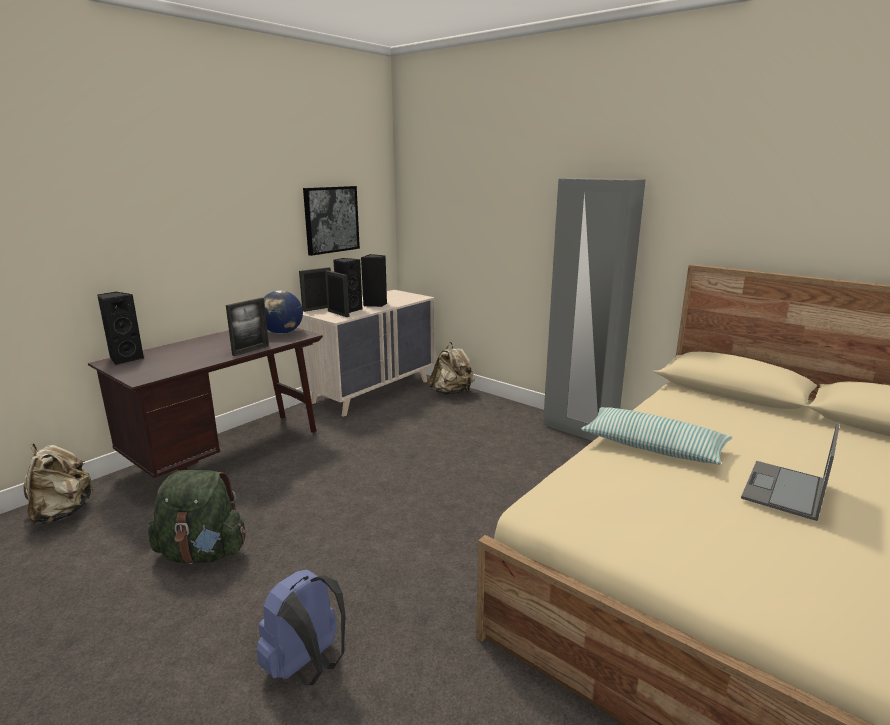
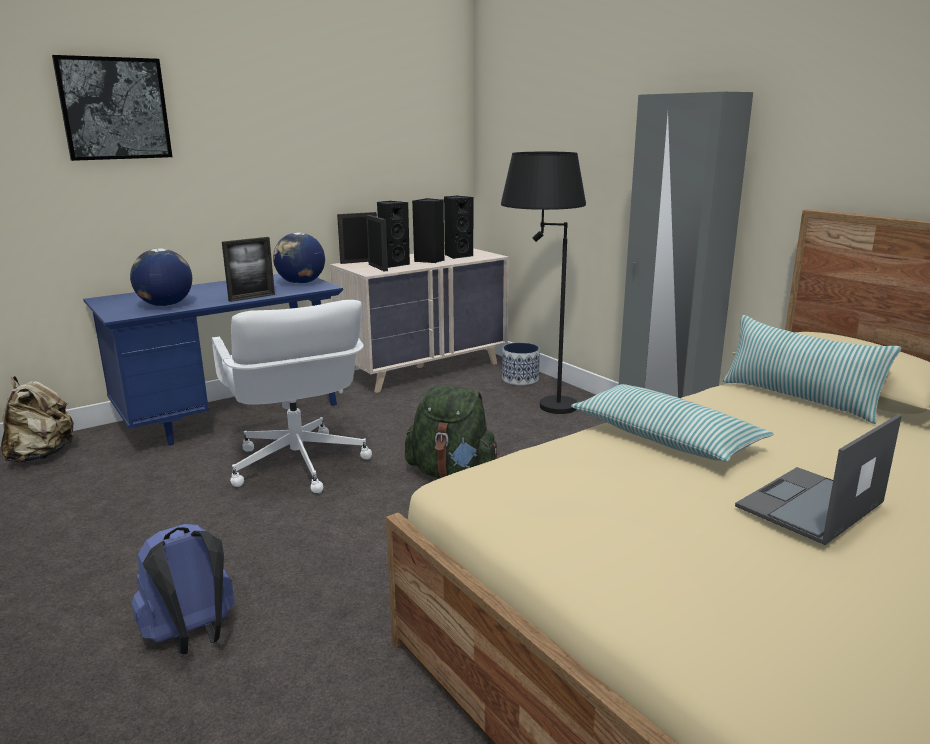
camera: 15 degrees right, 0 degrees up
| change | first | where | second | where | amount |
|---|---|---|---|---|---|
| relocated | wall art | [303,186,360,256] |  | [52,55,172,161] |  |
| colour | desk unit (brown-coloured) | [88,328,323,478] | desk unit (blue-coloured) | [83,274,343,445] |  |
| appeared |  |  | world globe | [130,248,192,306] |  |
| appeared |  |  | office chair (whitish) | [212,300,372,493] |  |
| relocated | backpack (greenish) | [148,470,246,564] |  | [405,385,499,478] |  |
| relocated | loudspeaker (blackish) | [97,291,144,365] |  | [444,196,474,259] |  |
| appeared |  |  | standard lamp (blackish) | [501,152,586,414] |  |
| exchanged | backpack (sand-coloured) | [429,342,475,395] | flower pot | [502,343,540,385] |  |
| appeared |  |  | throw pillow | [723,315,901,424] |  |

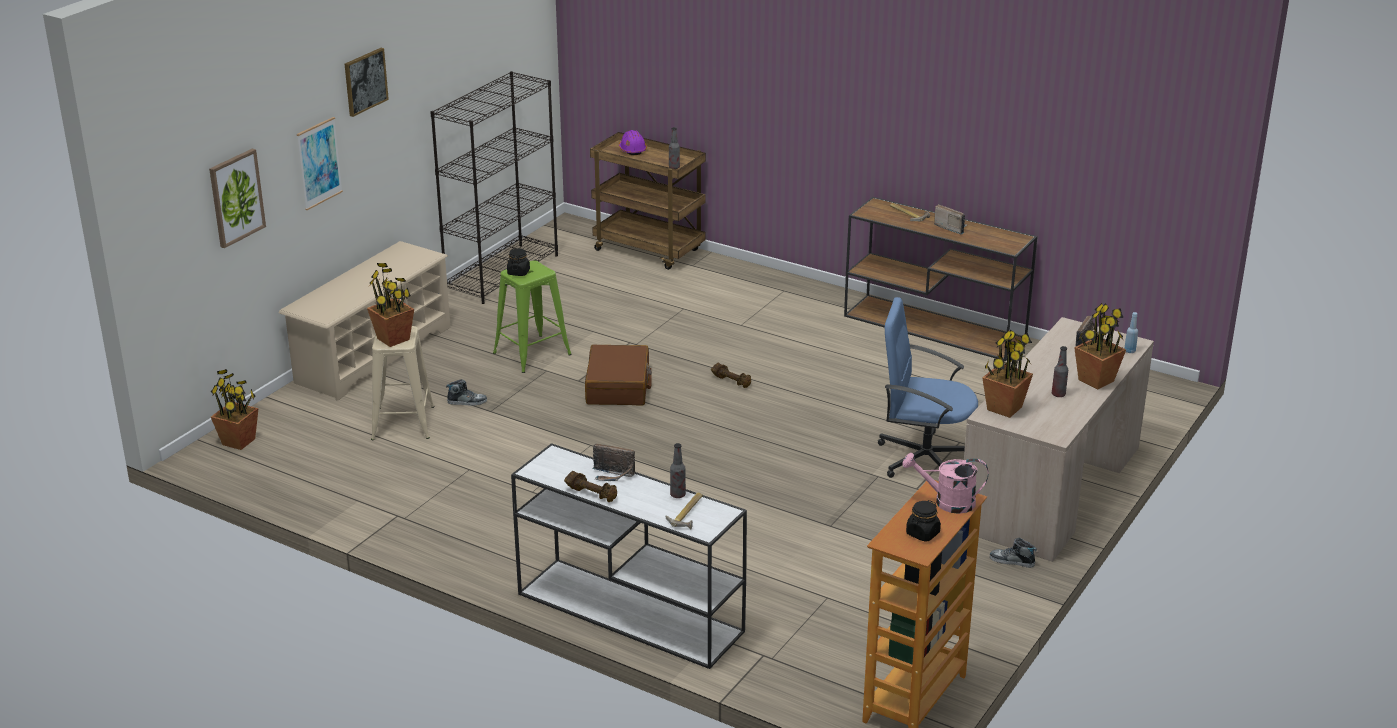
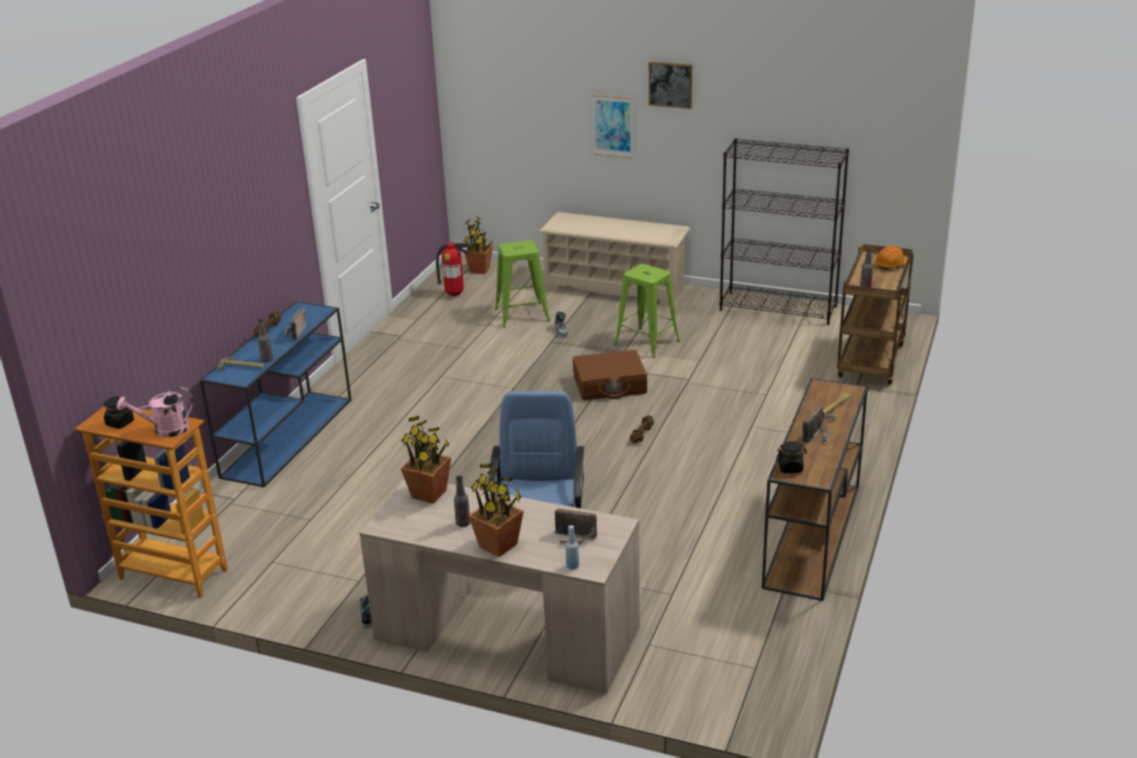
camera: 80 degrees right, 0 degrees up
| change | first | where | second | where | amount |
|---|---|---|---|---|---|
| spun | watering pot (pink-coloured) | [902,453,988,514] |  | [117,387,193,437] | 105 degrees counterclockwise |
| colour | narrow table (whitish) | [511,443,747,669] | narrow table (blue-coloured) | [200,301,351,487] |  |
| appeared |  |  | fire extinguisher | [436,243,471,296] |  |
| colour | stool seat (sand-coloured) | [371,326,435,440] | stool seat (greenish) | [495,240,550,328] |  |
| relocated | preserve jar (blackish) | [507,248,530,276] |  | [776,441,807,473] |  |
| colour | safety helmet (purplish) | [619,130,647,155] | safety helmet (orange-coloured) | [874,246,908,269] |  |
| missing | wall art | [209,149,266,248] |  |  |  |
| missing | plant in a pot | [367,263,414,347] |  |  |  |

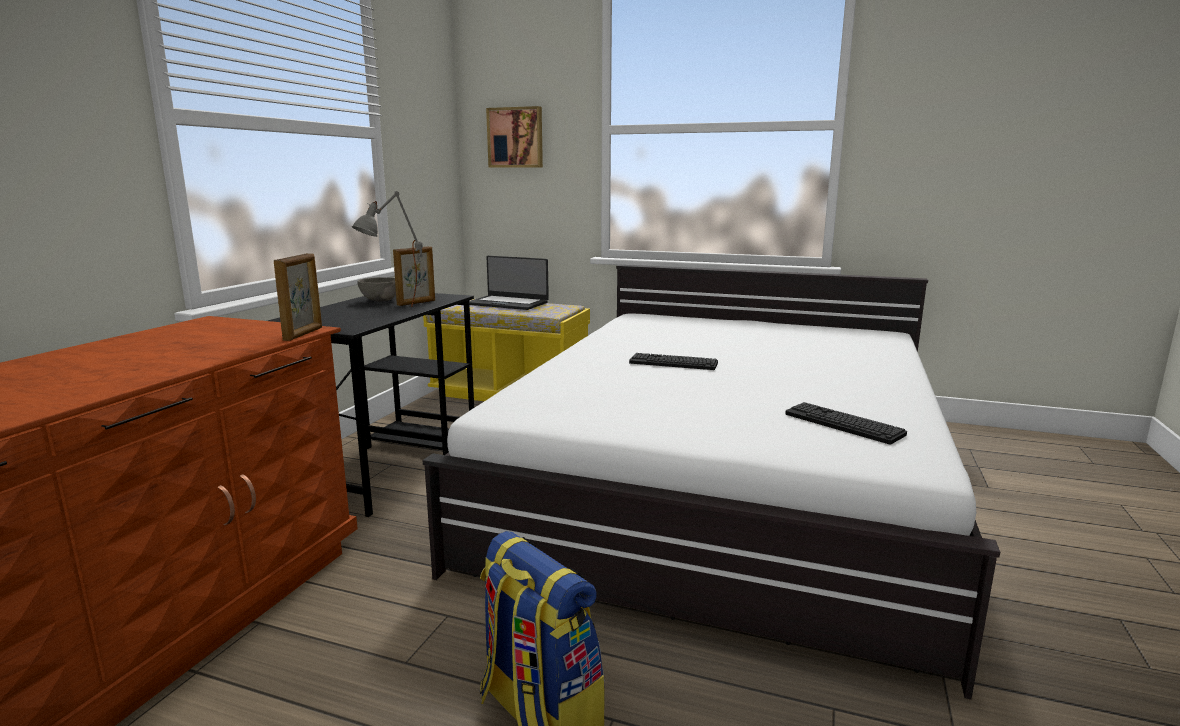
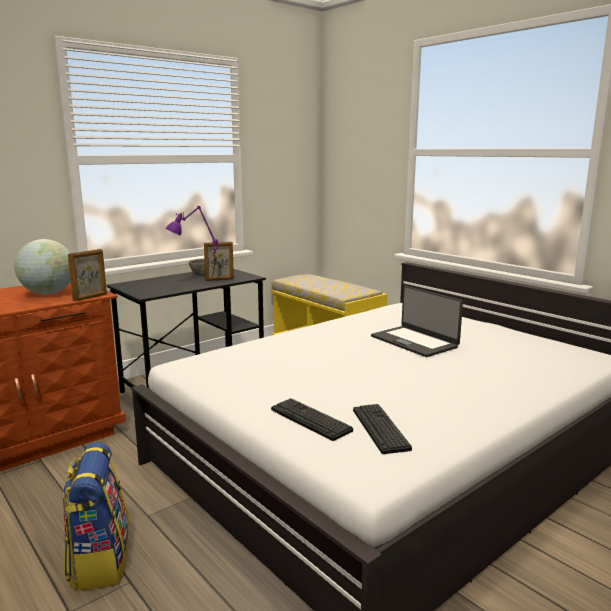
camera: 30 degrees right, 0 degrees up
| change | first | where | second | where | amount |
|---|---|---|---|---|---|
| appeared |  |  | world globe | [14,239,71,294] |  |
| colour | lamp for a table (gray) | [352,191,423,307] | lamp for a table (purplish) | [165,206,218,282] |  |
| relocated | keyboard | [629,353,718,370] |  | [271,398,353,441] |  |
| relocated | notebook computer | [469,256,549,310] |  | [371,286,463,357] |  |
| missing | wall art | [486,106,543,168] |  |  |  |

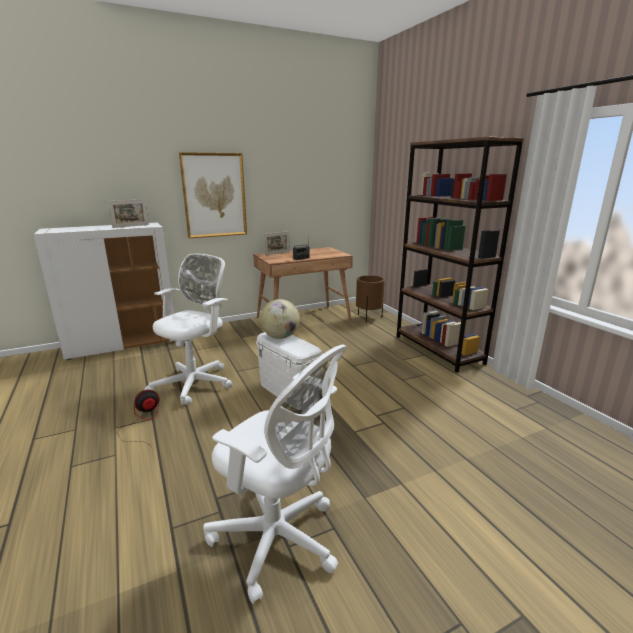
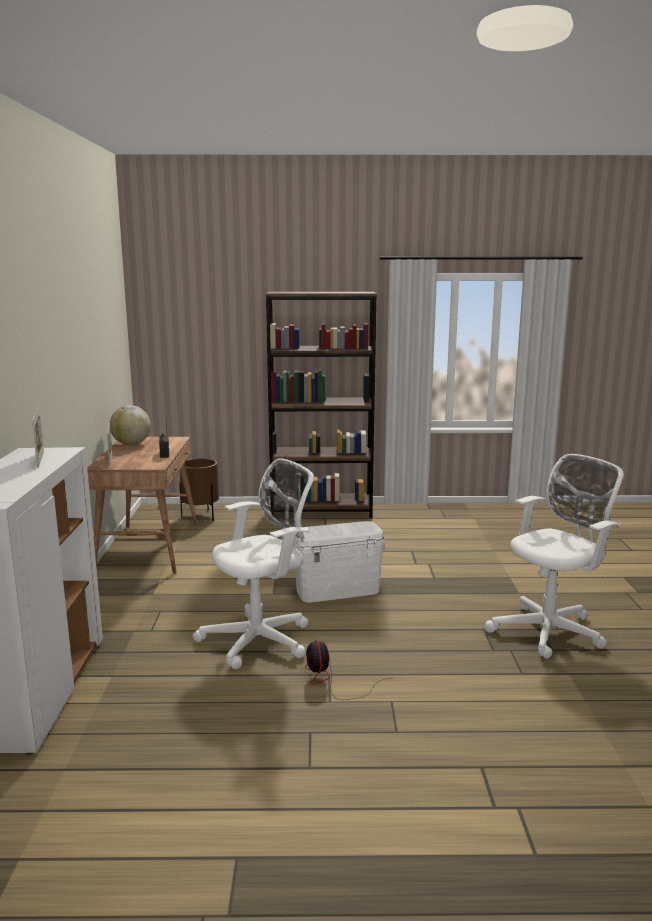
camera: 65 degrees left, 5 degrees down
| change | first | where | second | where | amount |
|---|---|---|---|---|---|
| relocated | world globe | [260,299,300,339] |  | [110,405,151,445] |  |
| spun | office chair (whitish) | [144,253,233,405] |  | [193,458,314,669] | 90 degrees clockwise |
| missing | wall art | [179,152,247,238] |  |  |  |

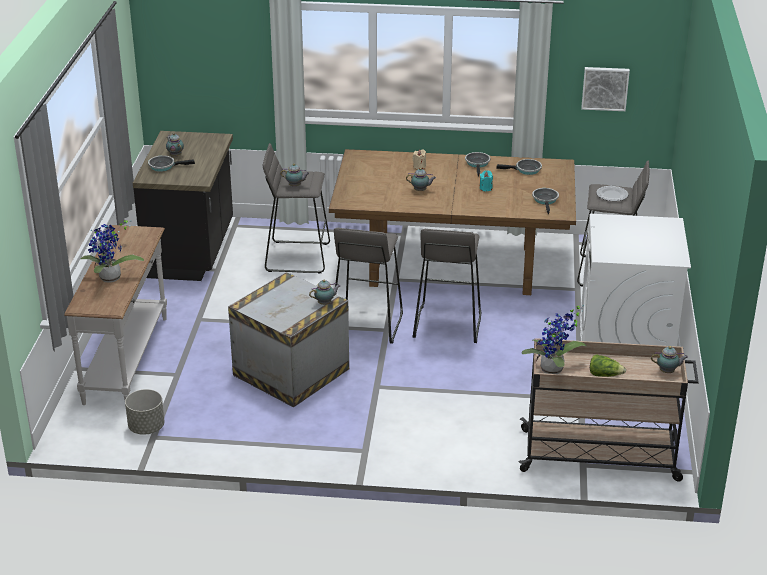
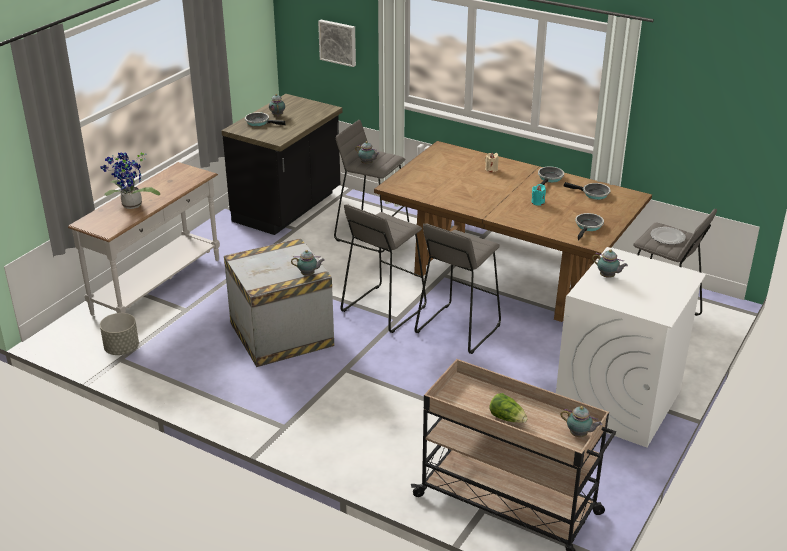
camera: 25 degrees right, 0 degrees up
| change | first | where | second | where | amount |
|---|---|---|---|---|---|
| relocated | wall art | [581,67,630,111] |  | [318,20,356,67] |  |
| relocated | teapot | [406,168,436,191] |  | [592,249,628,278] |  |
| missing | plant in a pot | [521,305,587,374] |  |  |  |

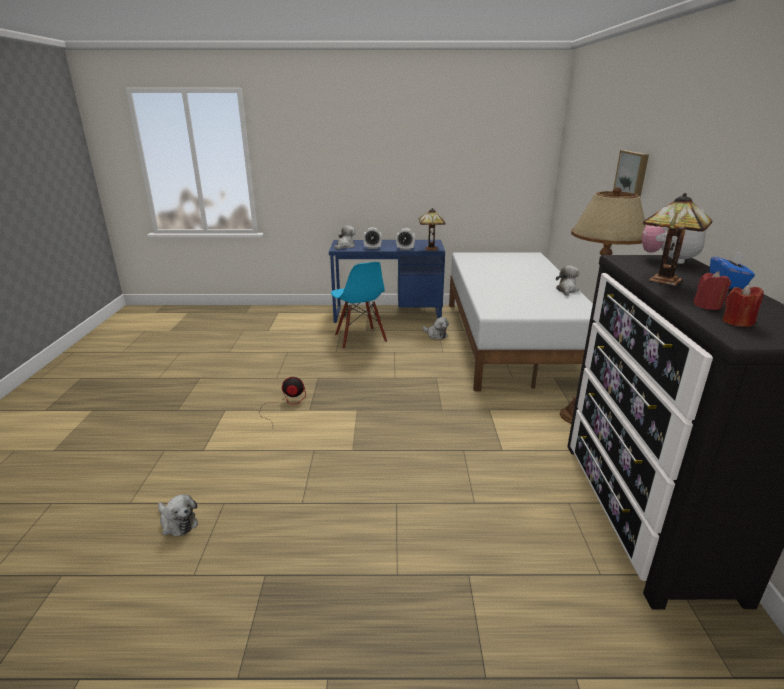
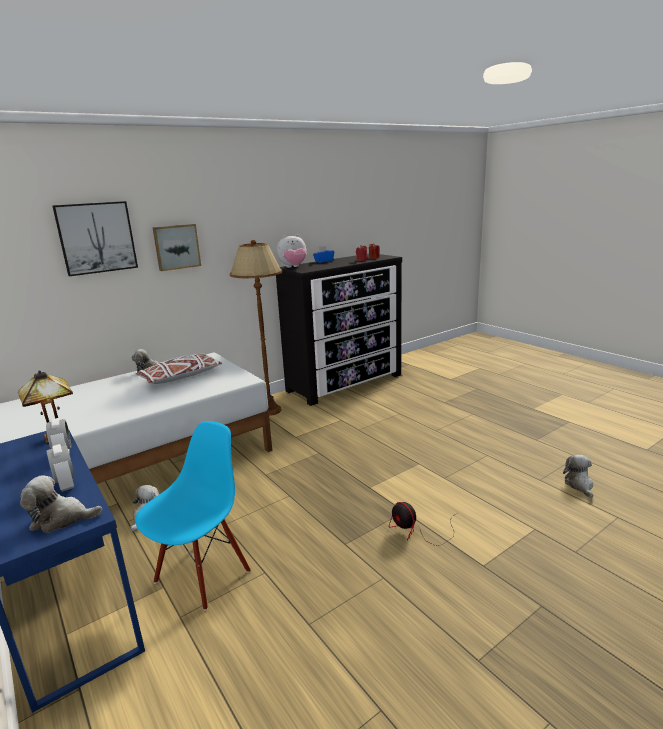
camera: 125 degrees left, 5 degrees down
| change | first | where | second | where | amount |
|---|---|---|---|---|---|
| appeared |  |  | wall art | [52,201,138,276] |  |
| appeared |  |  | throw pillow (whitish) | [136,354,222,384] |  |
| missing | lamp for a table | [643,193,713,286] |  |  |  |

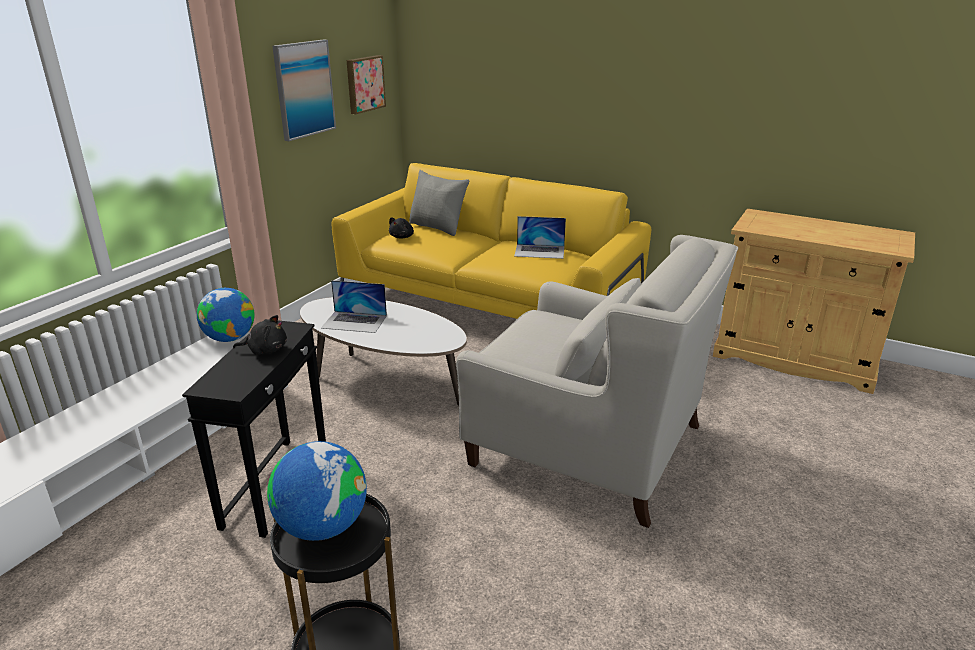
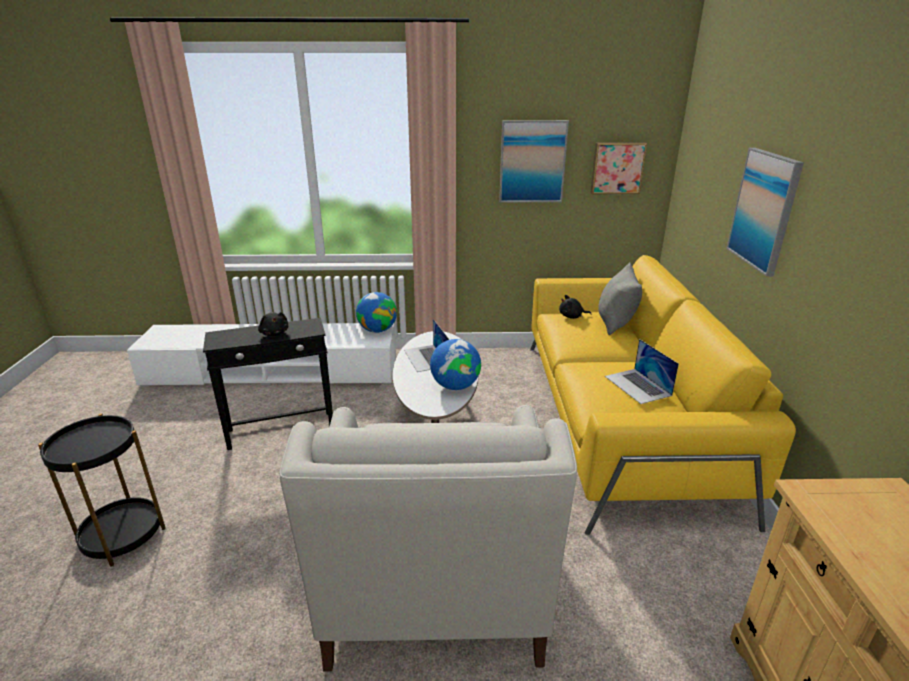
camera: 60 degrees right, 0 degrees up
| change | first | where | second | where | amount |
|---|---|---|---|---|---|
| relocated | world globe | [267,441,367,541] |  | [430,339,481,390] |  |
| appeared |  |  | wall art | [726,148,804,276] |  |

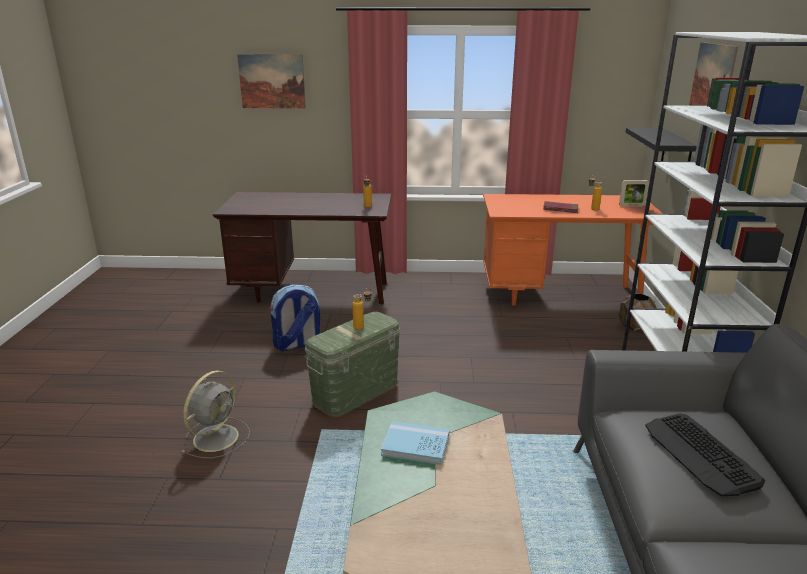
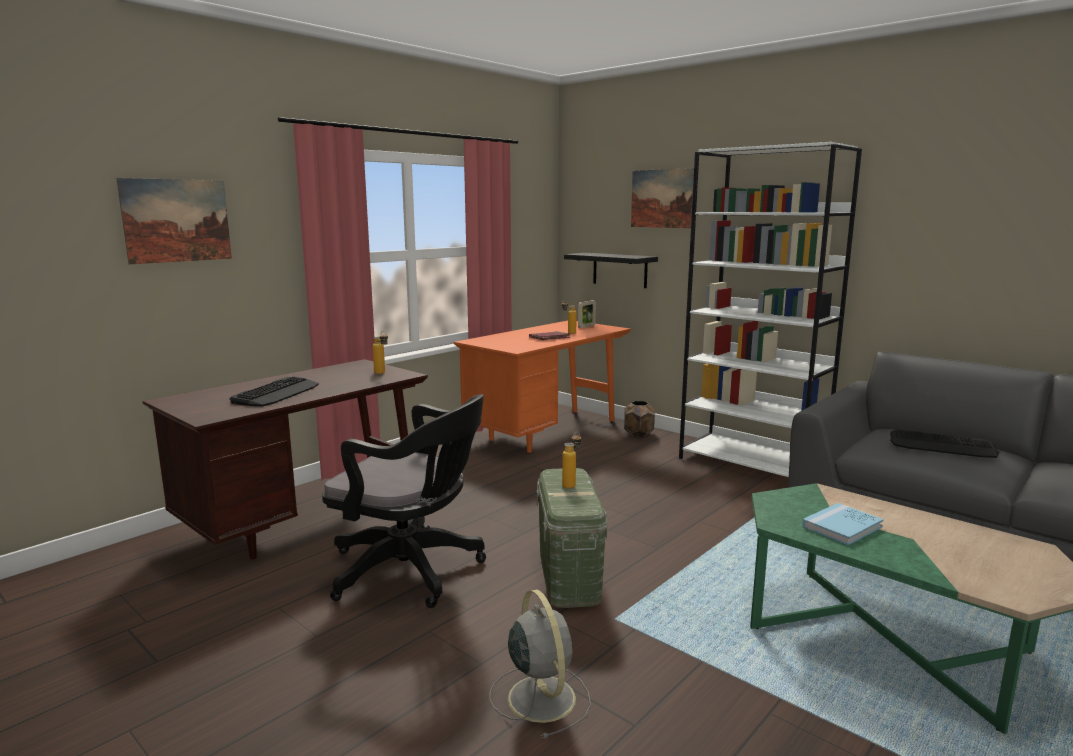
camera: 50 degrees left, 10 degrees down
| change | first | where | second | where | amount |
|---|---|---|---|---|---|
| appeared |  |  | keyboard | [230,377,319,407] |  |
| exchanged | backpack | [270,284,320,351] | office chair (blackish) | [322,394,486,608] |  |

